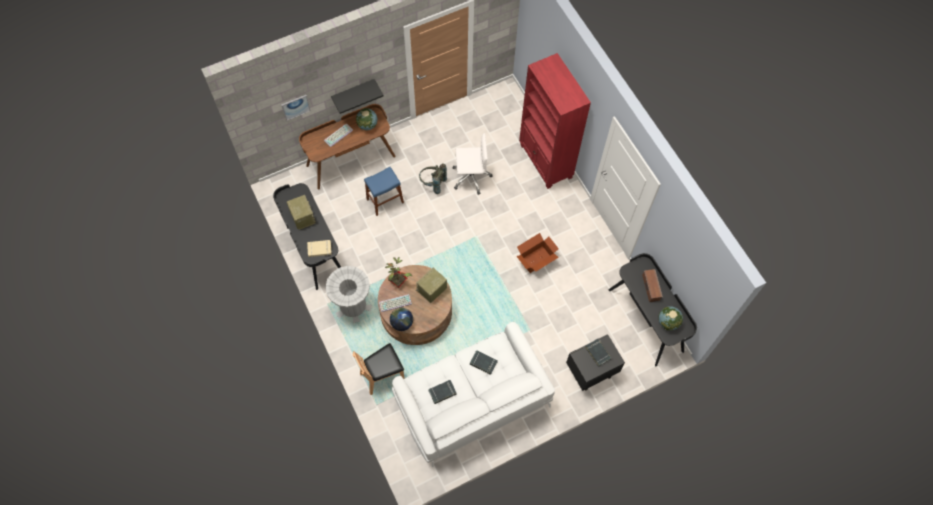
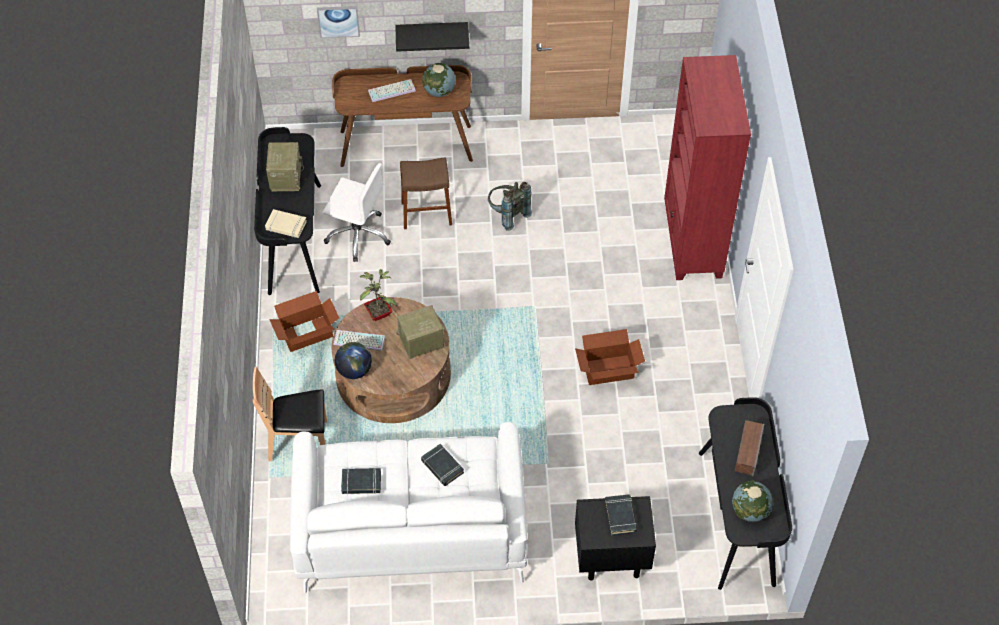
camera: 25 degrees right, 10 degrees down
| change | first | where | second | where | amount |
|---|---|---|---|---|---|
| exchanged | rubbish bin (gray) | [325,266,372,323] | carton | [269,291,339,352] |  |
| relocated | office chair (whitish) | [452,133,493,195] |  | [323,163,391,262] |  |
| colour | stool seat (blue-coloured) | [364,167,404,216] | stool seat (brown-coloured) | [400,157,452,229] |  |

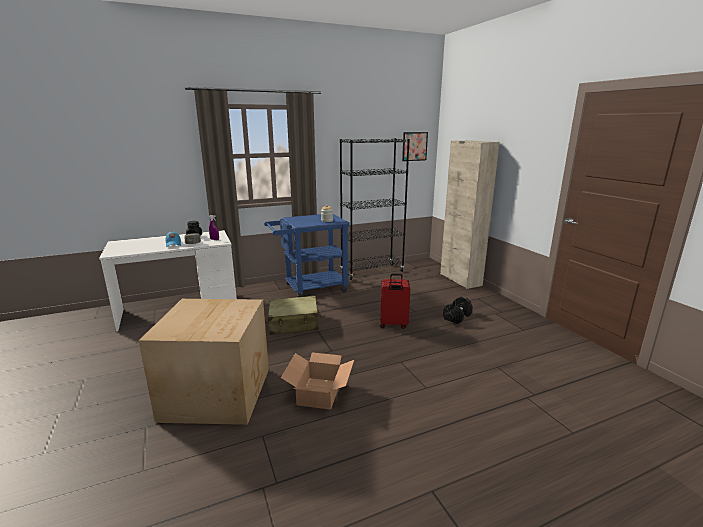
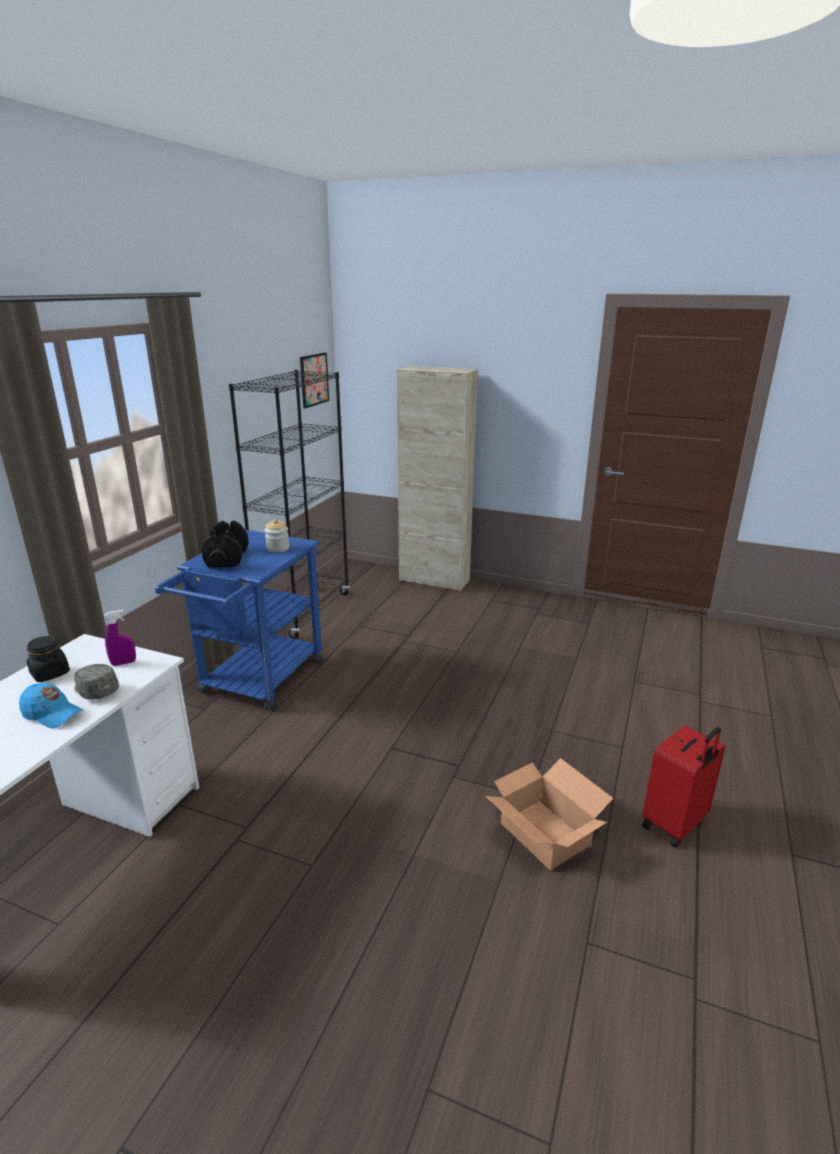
camera: 45 degrees left, 5 degrees up
| change | first | where | second | where | amount |
|---|---|---|---|---|---|
| relocated | free weight (blackish) | [443,297,473,324] |  | [201,520,249,567] |  |
| relocated | piece of luggage (red) | [380,273,410,329] |  | [642,725,725,848] |  |
| missing | carton | [138,299,269,425] |  |  |  |
| missing | piece of luggage (sand-coloured) | [268,296,322,335] |  |  |  |

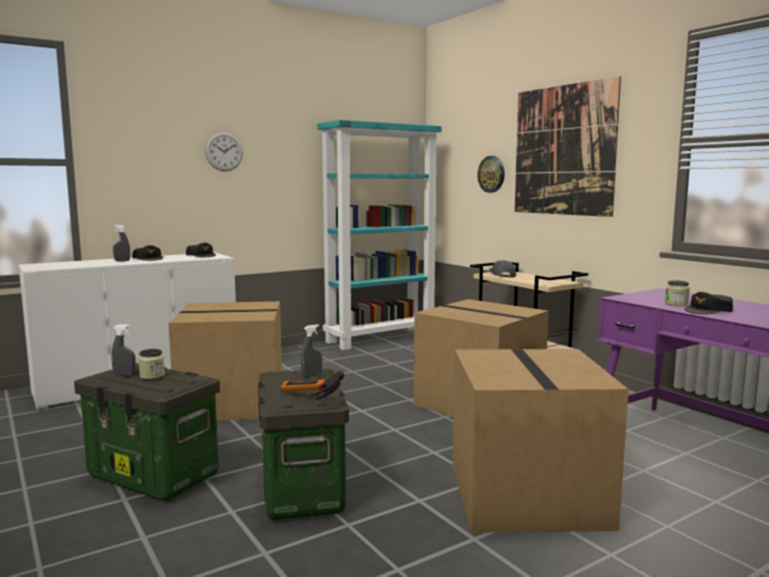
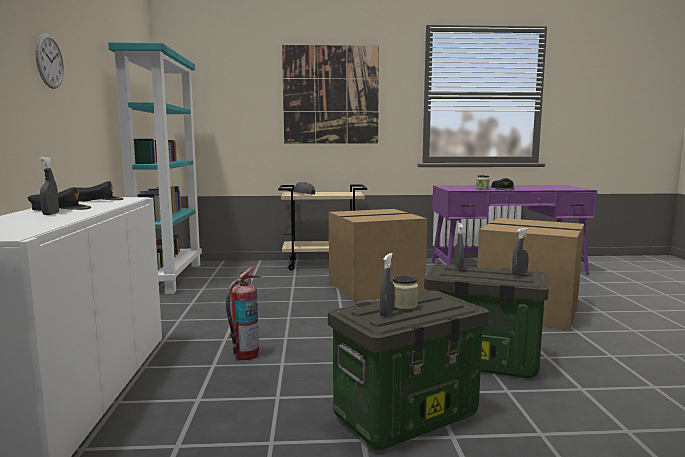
camera: 60 degrees left, 0 degrees up
| change | first | where | second | where | amount |
|---|---|---|---|---|---|
| exchanged | carton | [169,301,282,421] | fire extinguisher | [226,265,261,360] |  |
| exchanged | hand hammer | [280,371,345,400] | hand sprayer (gray) | [512,228,529,276] |  |
| missing | hanging clock | [477,156,505,193] |  |  |  |

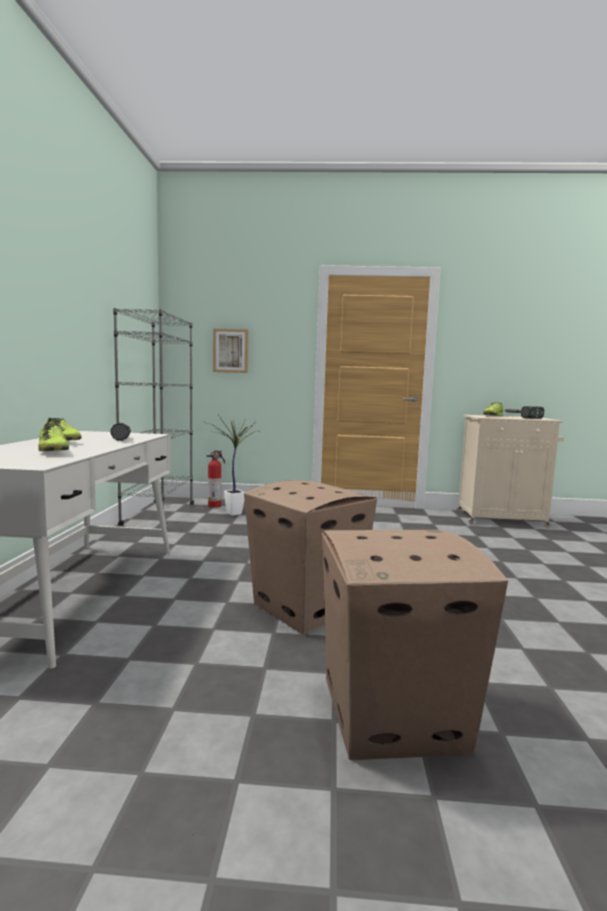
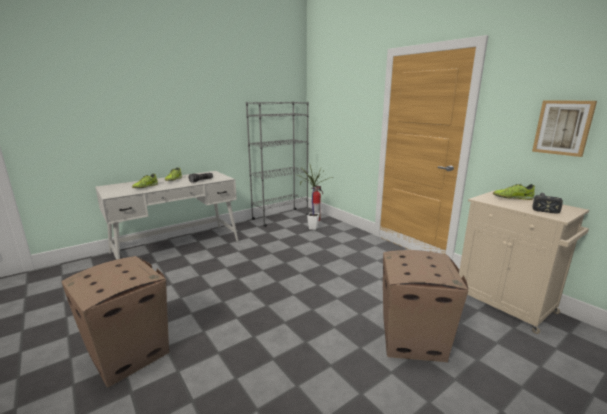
camera: 50 degrees right, 10 degrees up
| change | first | where | second | where | amount |
|---|---|---|---|---|---|
| relocated | carton | [244,480,377,634] |  | [383,250,468,362] |  |
| relocated | wall art | [213,329,248,373] |  | [532,100,597,157] |  |

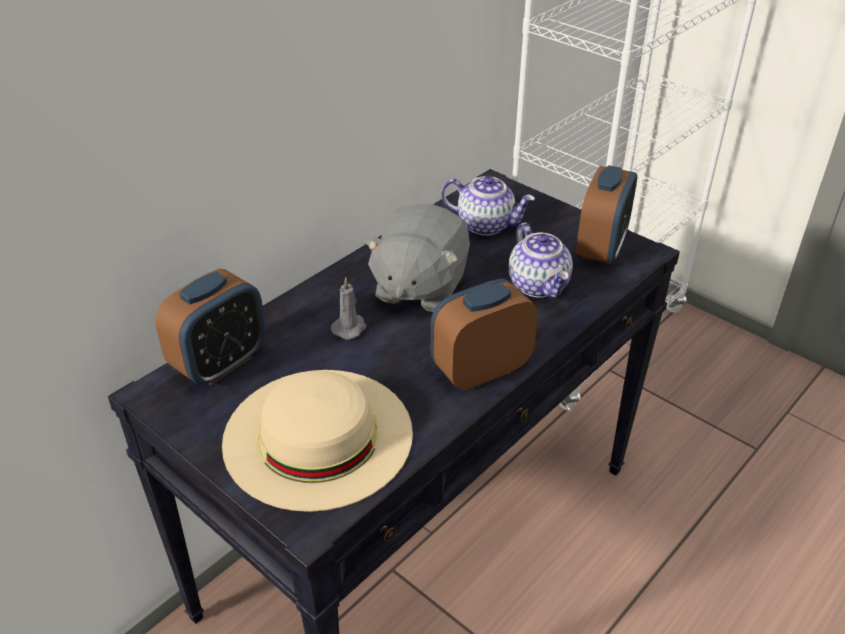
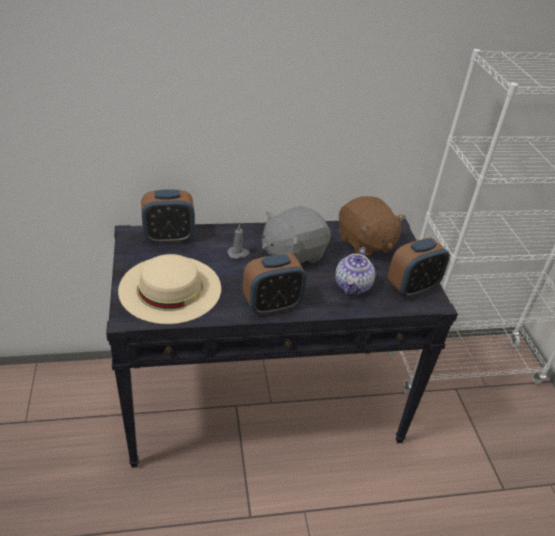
camera: 35 degrees right, 0 degrees up
| change | first | where | second | where | amount |
|---|---|---|---|---|---|
| spun | table clock | [430,278,538,390] |  | [243,253,307,316] | 150 degrees clockwise |
| exchanged | teapot | [441,176,535,236] | soft toy (brown-coloured) | [339,196,406,257] |  |

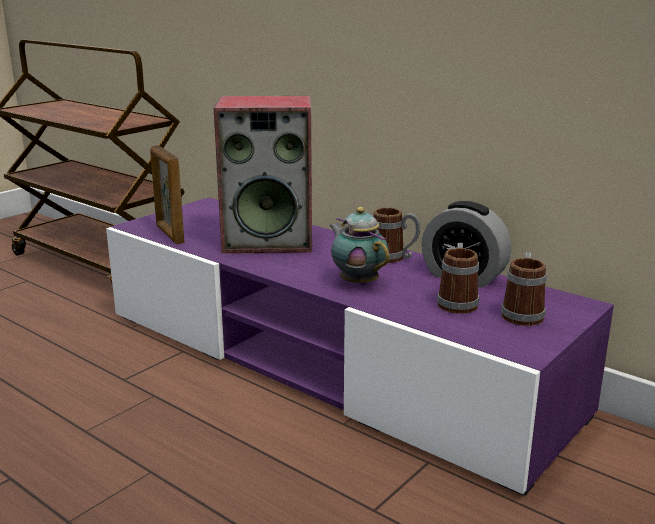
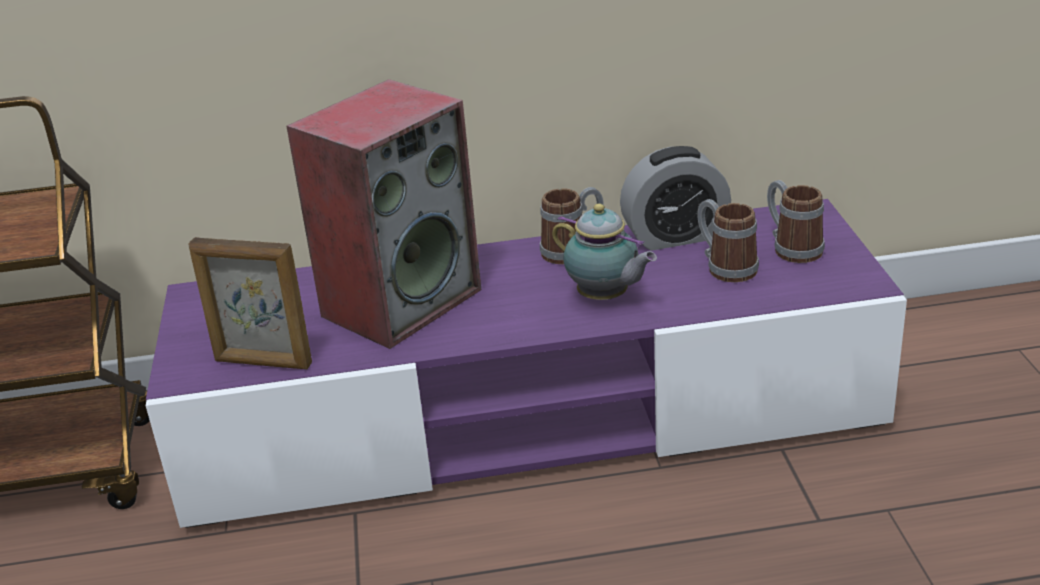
camera: 45 degrees left, 10 degrees up
| change | first | where | second | where | amount |
|---|---|---|---|---|---|
| spun | teapot | [330,207,389,286] |  | [552,203,657,300] | 150 degrees counterclockwise |

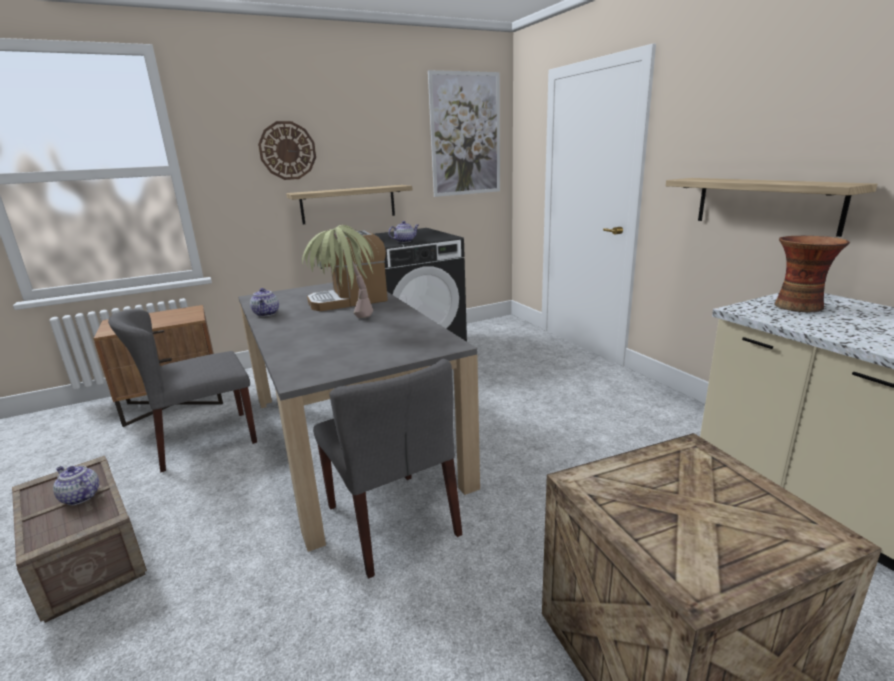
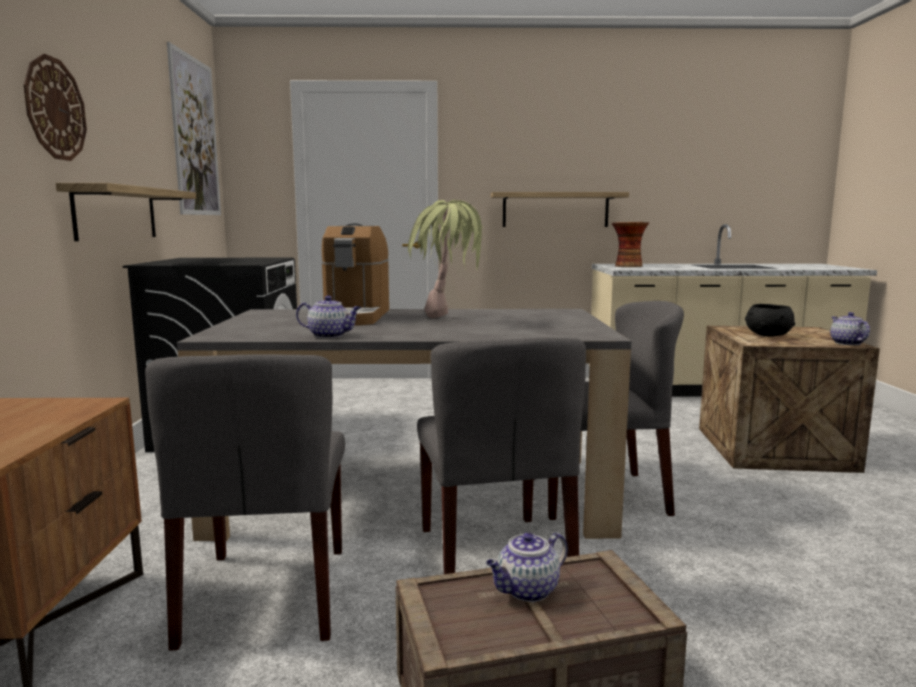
camera: 65 degrees left, 10 degrees down
| change | first | where | second | where | amount |
|---|---|---|---|---|---|
| appeared |  |  | upright chair (gray) | [417,337,586,574] |  |
| appeared |  |  | bowl (blackish) | [745,304,795,336] |  |
| relocated | teapot | [388,221,418,243] |  | [830,312,870,345] |  |

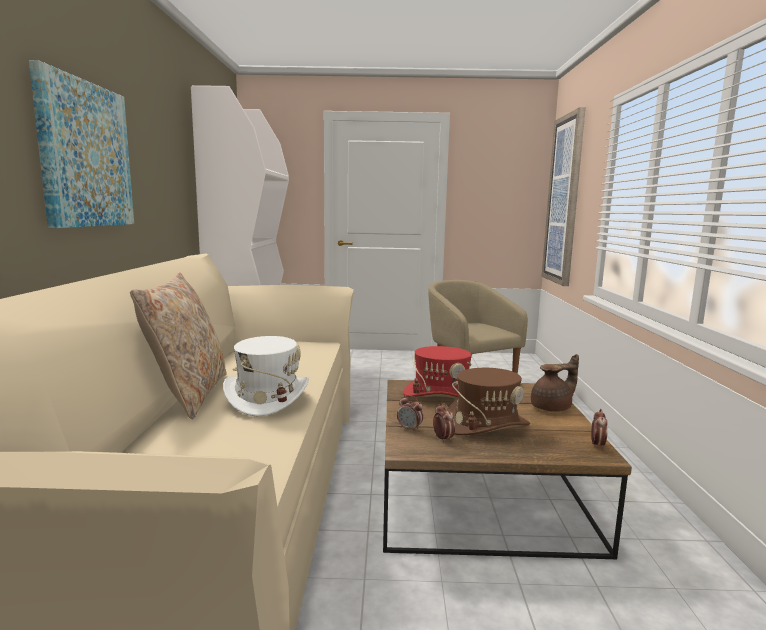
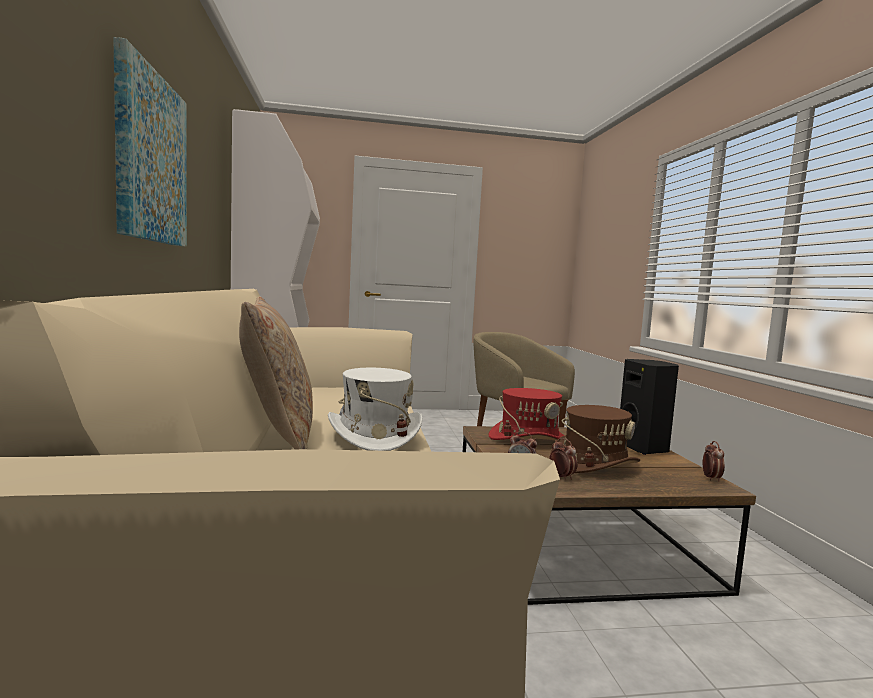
camera: 10 degrees left, 5 degrees down
| change | first | where | second | where | amount |
|---|---|---|---|---|---|
| exchanged | teapot (brown-coloured) | [531,354,579,412] | loudspeaker (blackish) | [620,359,679,455] |  |
| missing | wall art | [541,107,586,286] |  |  |  |

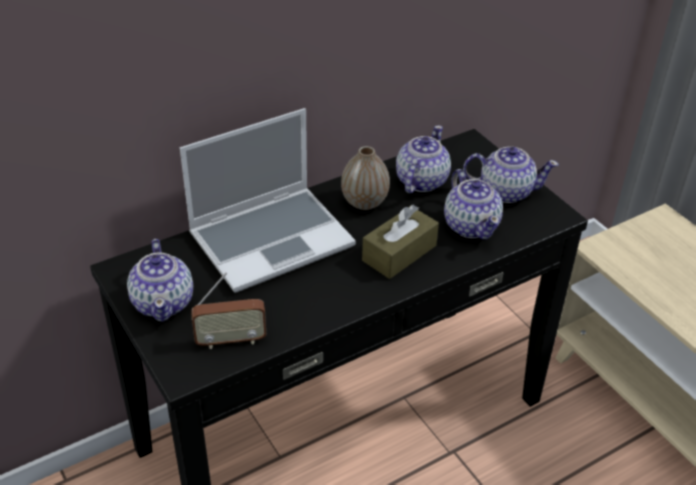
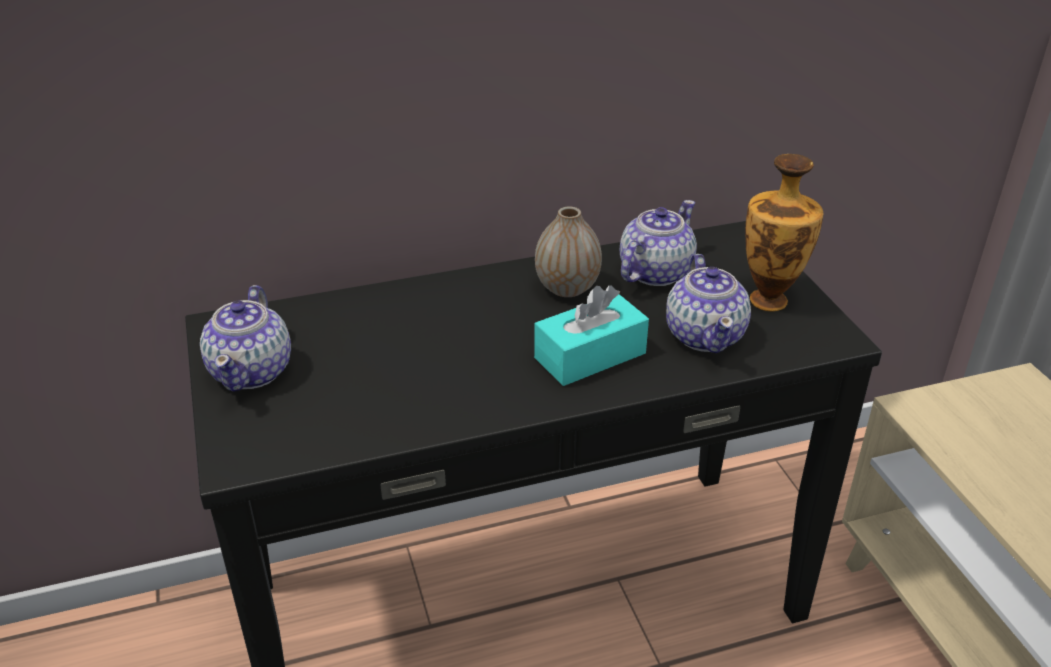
camera: 15 degrees right, 5 degrees down
| change | first | where | second | where | amount |
|---|---|---|---|---|---|
| colour | box of tissues (brown-coloured) | [362,205,439,279] | box of tissues (blue-green) | [534,285,649,386] |  |
| exchanged | teapot | [463,147,559,203] | vase | [745,154,823,311] |  |
| missing | notebook computer | [180,108,356,293] |  |  |  |
| missing | radio set | [191,272,266,349] |  |  |  |

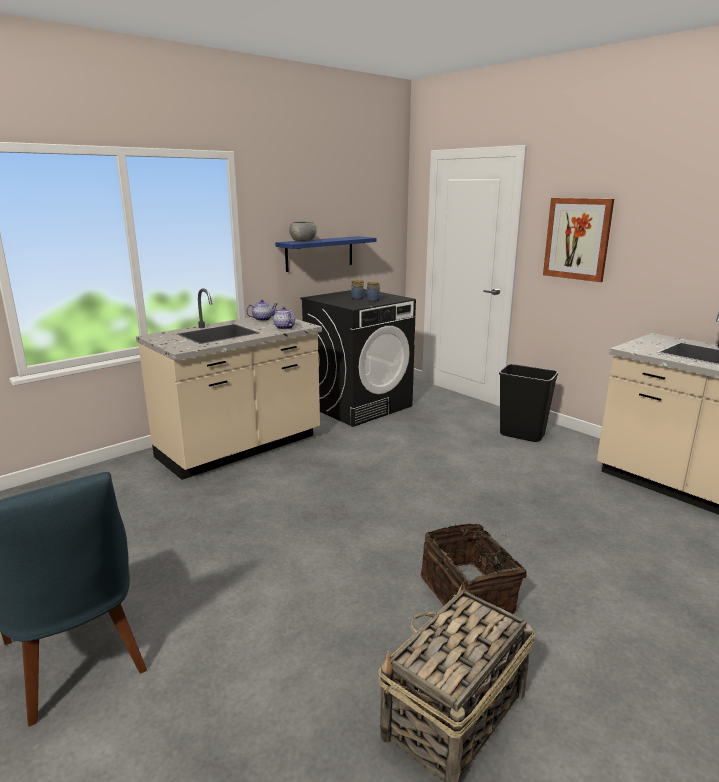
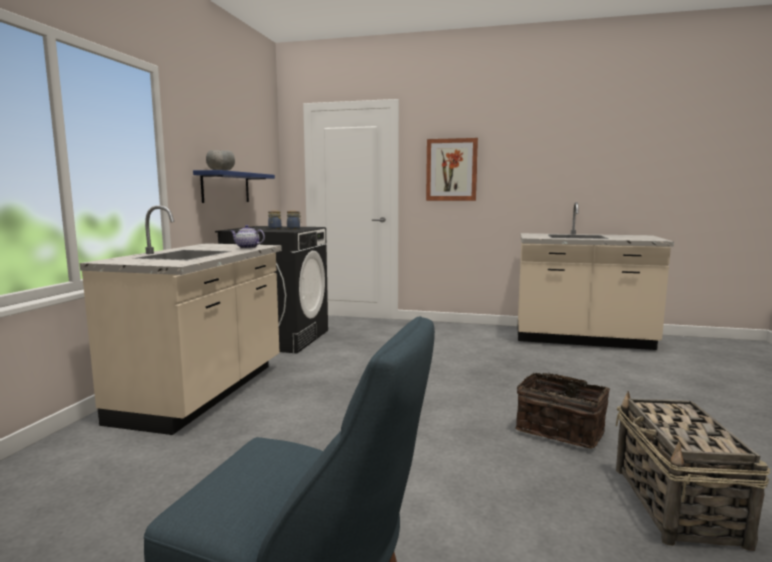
camera: 35 degrees left, 10 degrees down
| change | first | where | second | where | amount |
|---|---|---|---|---|---|
| missing | teapot | [246,300,278,321] |  |  |  |
| missing | rubbish bin (blackish) | [499,364,558,442] |  |  |  |

